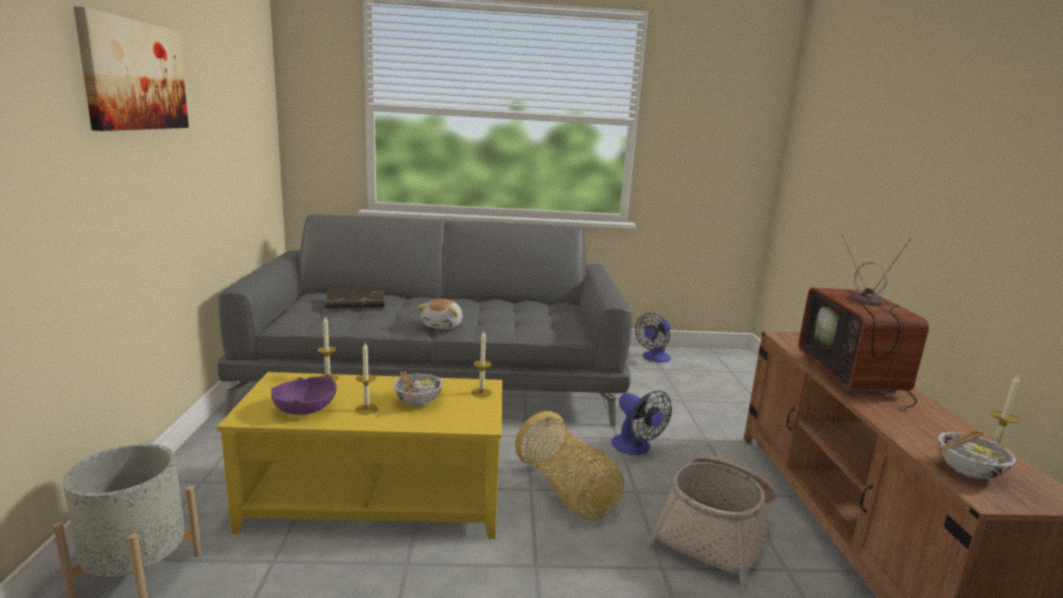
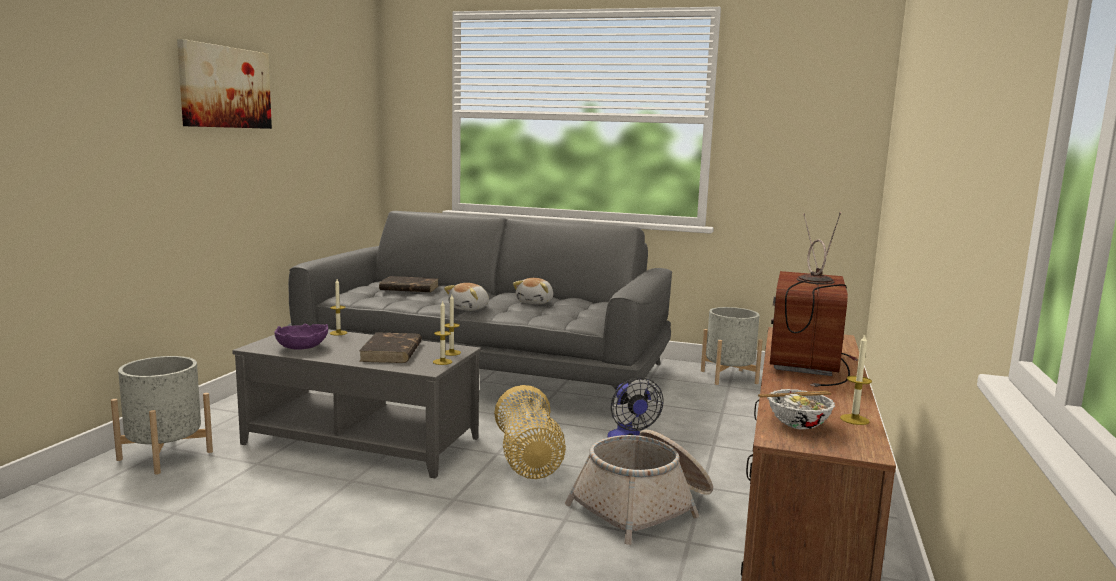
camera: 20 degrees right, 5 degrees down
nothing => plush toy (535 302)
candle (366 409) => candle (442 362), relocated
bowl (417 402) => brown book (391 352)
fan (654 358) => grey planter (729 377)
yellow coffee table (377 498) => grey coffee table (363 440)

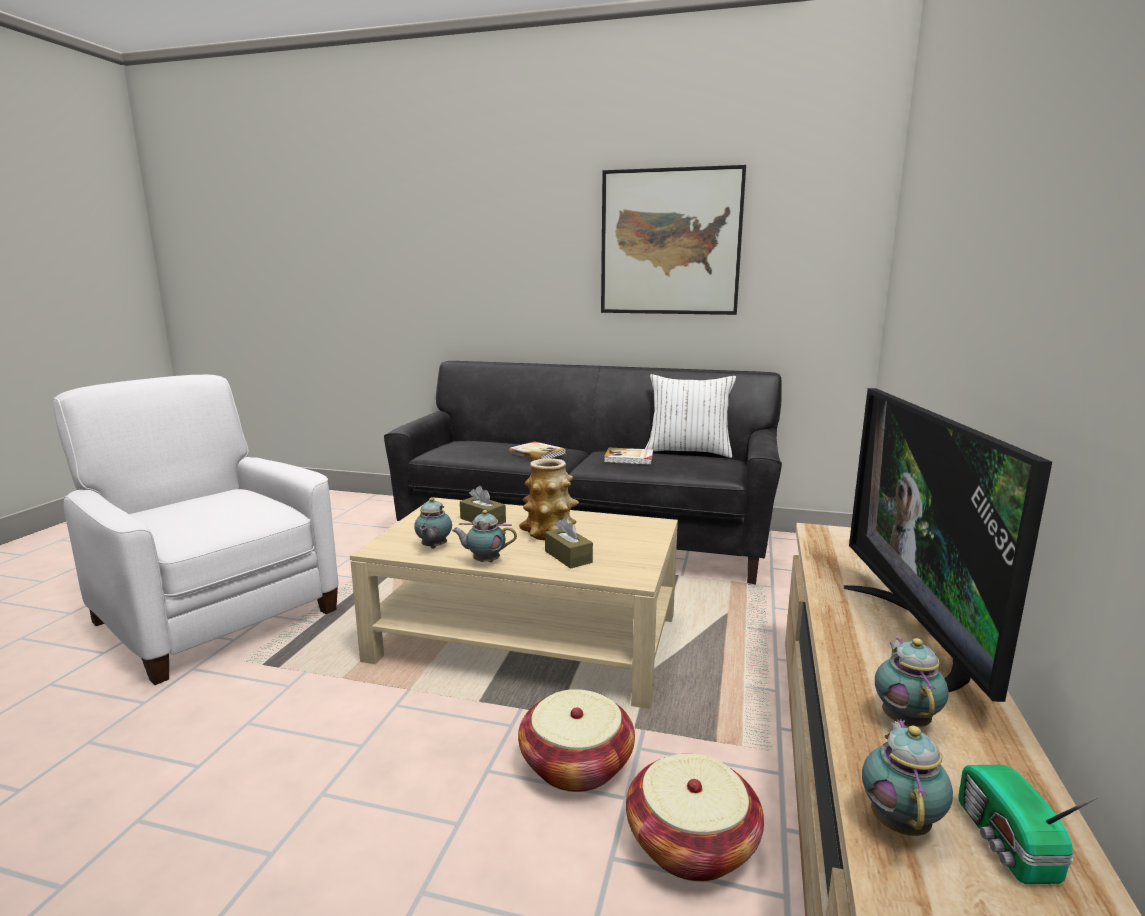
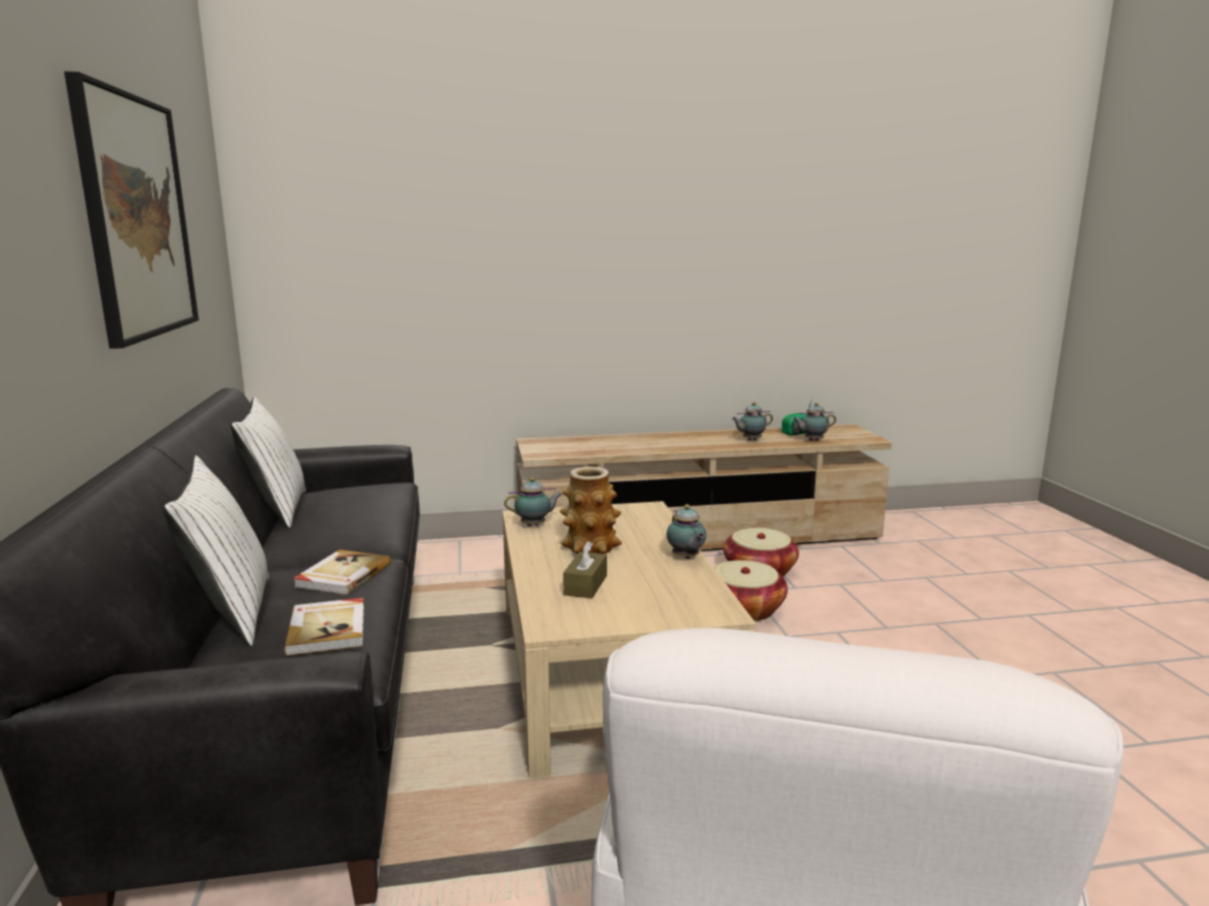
camera: 115 degrees left, 0 degrees up
brown tissue box (568 557) => nothing
television (919 635) => nothing
nothing => white pillow (231 613)
teapot (433 547) => teapot (535 525), relocated
book (629 458) => book (328 629), relocated

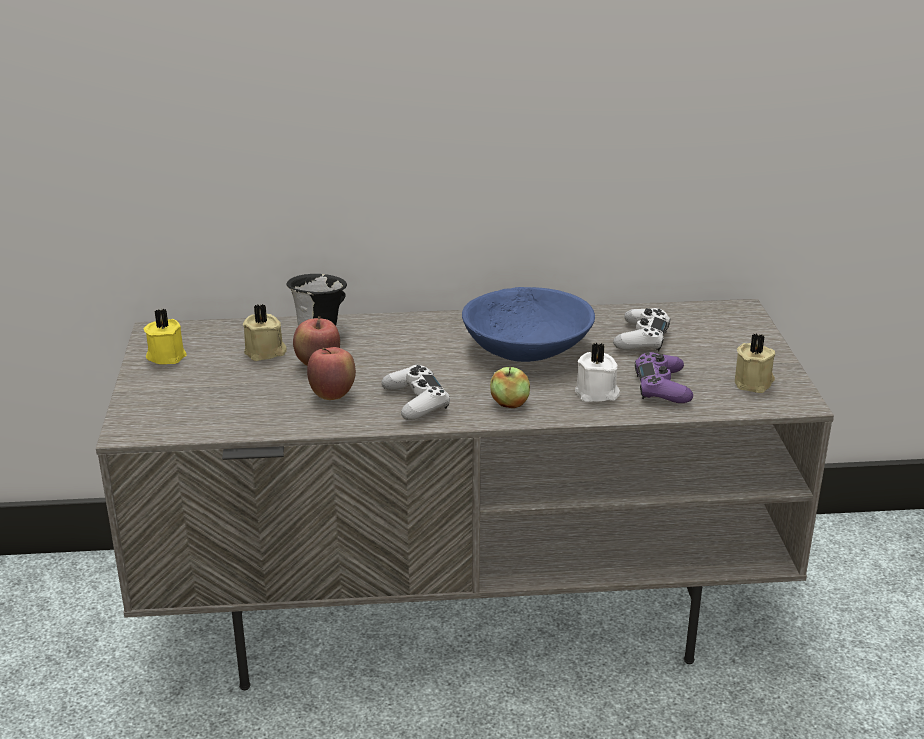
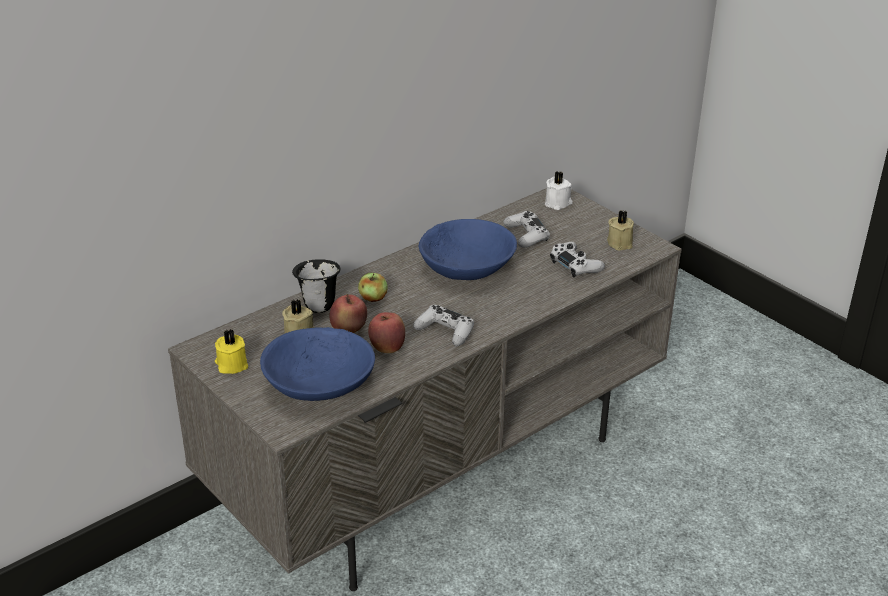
camera: 35 degrees left, 5 degrees up
nothing => blue bowl (319 384)
apple (509 403) => apple (373 298), relocated
white candle (597 393) => white candle (558 203), relocated
purple game controller (662 387) => white game controller (575 265)

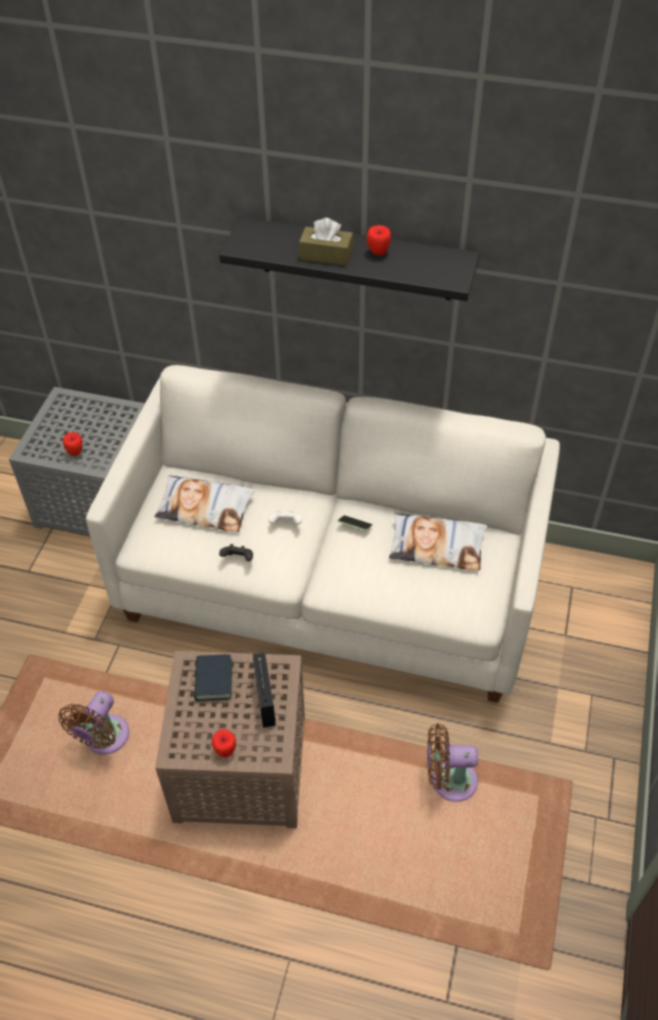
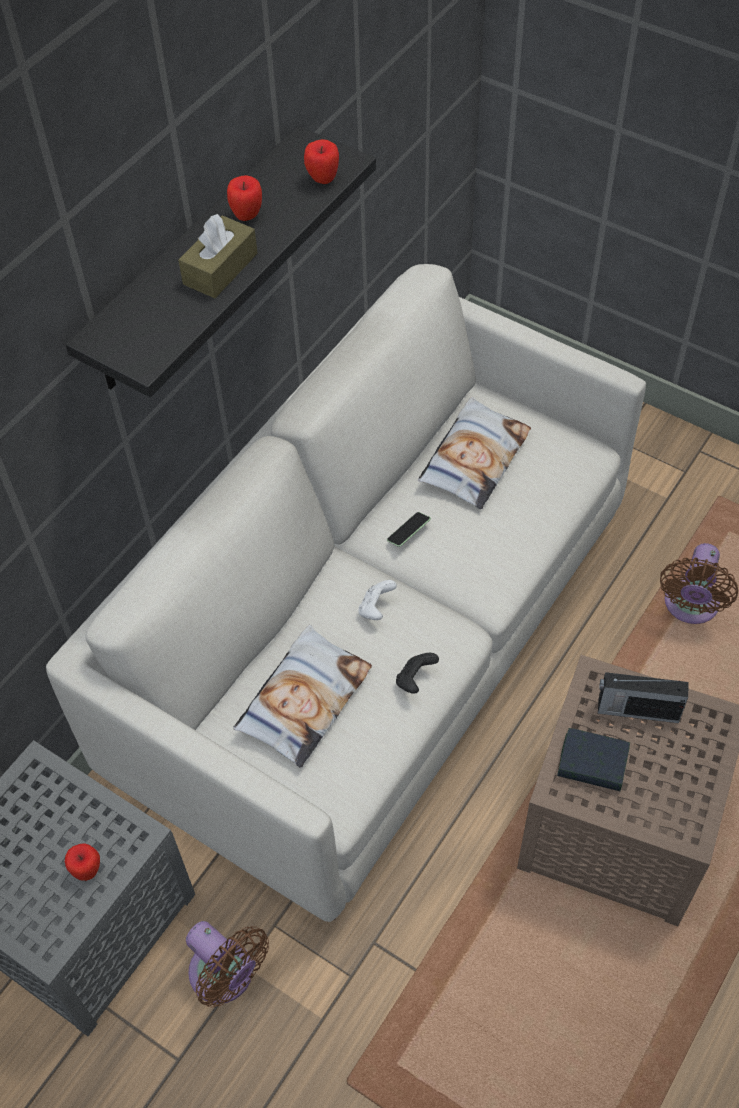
camera: 70 degrees left, 5 degrees up
brown fan (104 739) => brown fan (226 976), relocated
apple (225 751) => apple (323 180), relocated

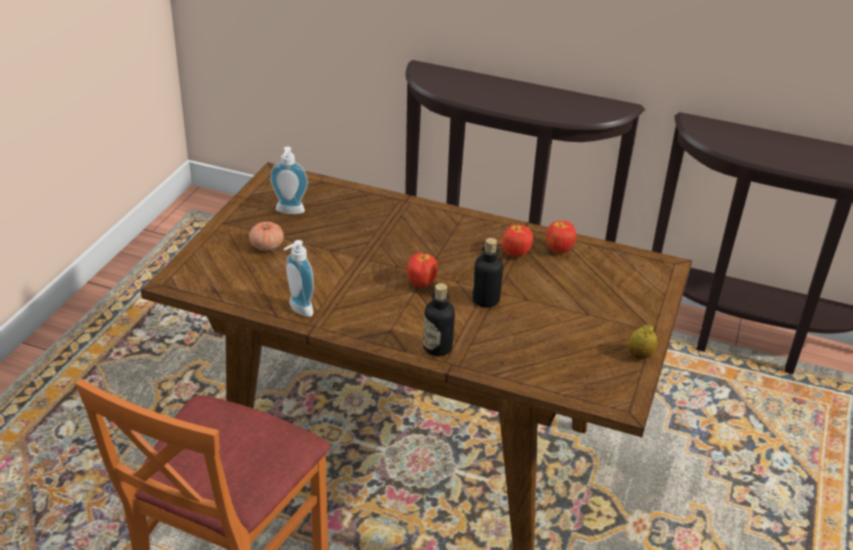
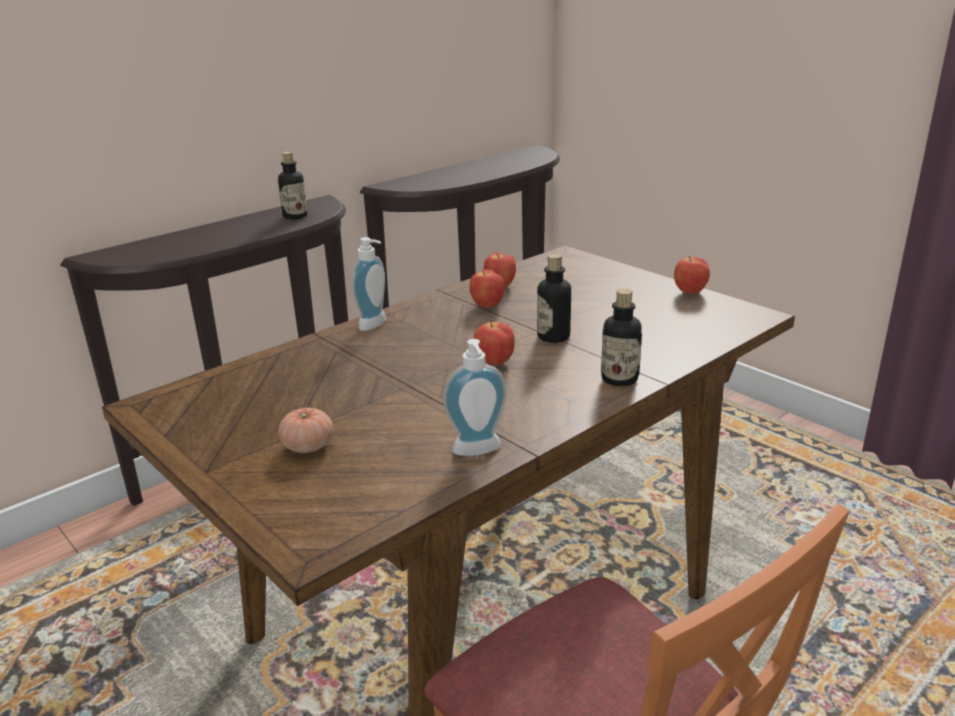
camera: 60 degrees left, 10 degrees down
nothing => bottle (295 216)
soap dispenser (289 212) => soap dispenser (376 325), relocated
lemon (640 355) => apple (689 293)

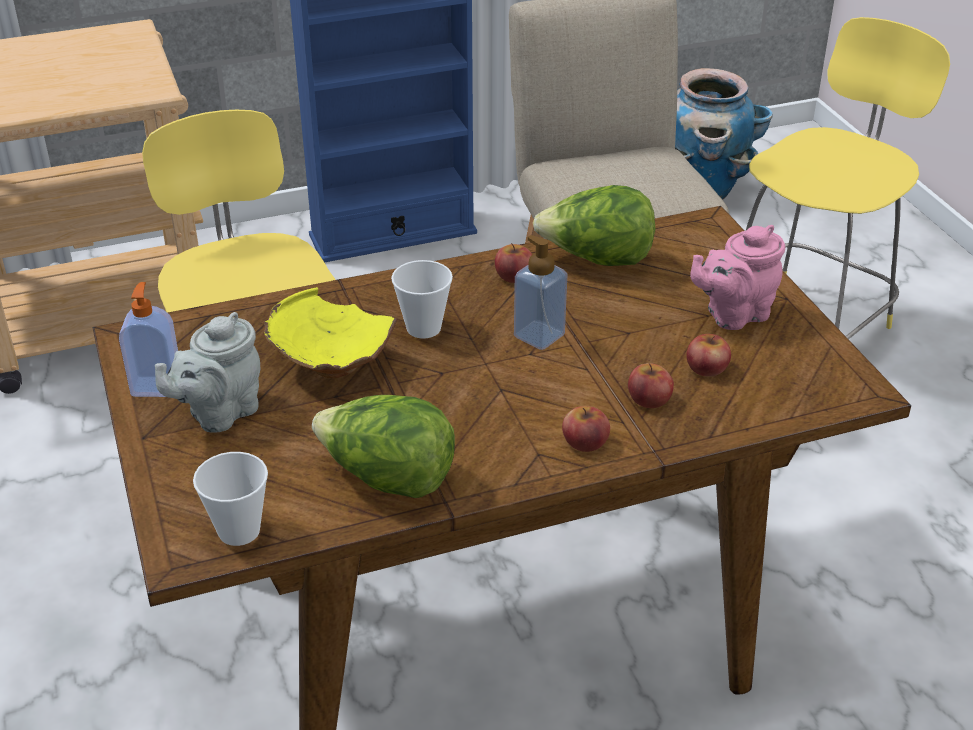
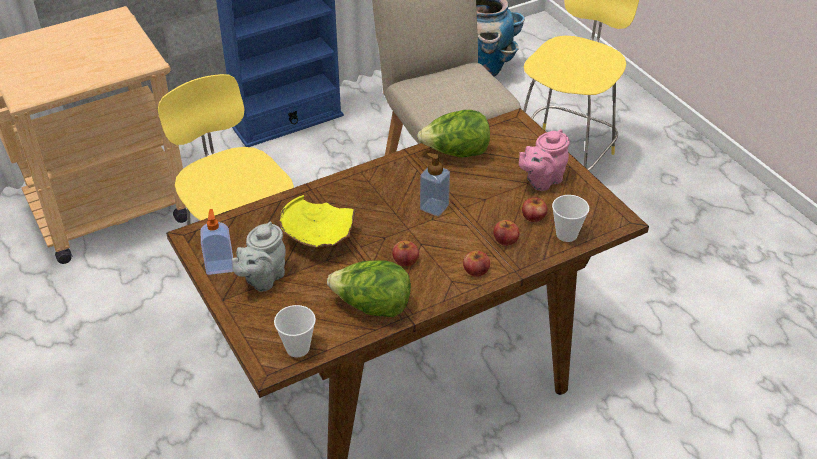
camera: 10 degrees left, 5 degrees up
cup (423 328) => cup (566 234), relocated
apple (514 275) => apple (405 260), relocated

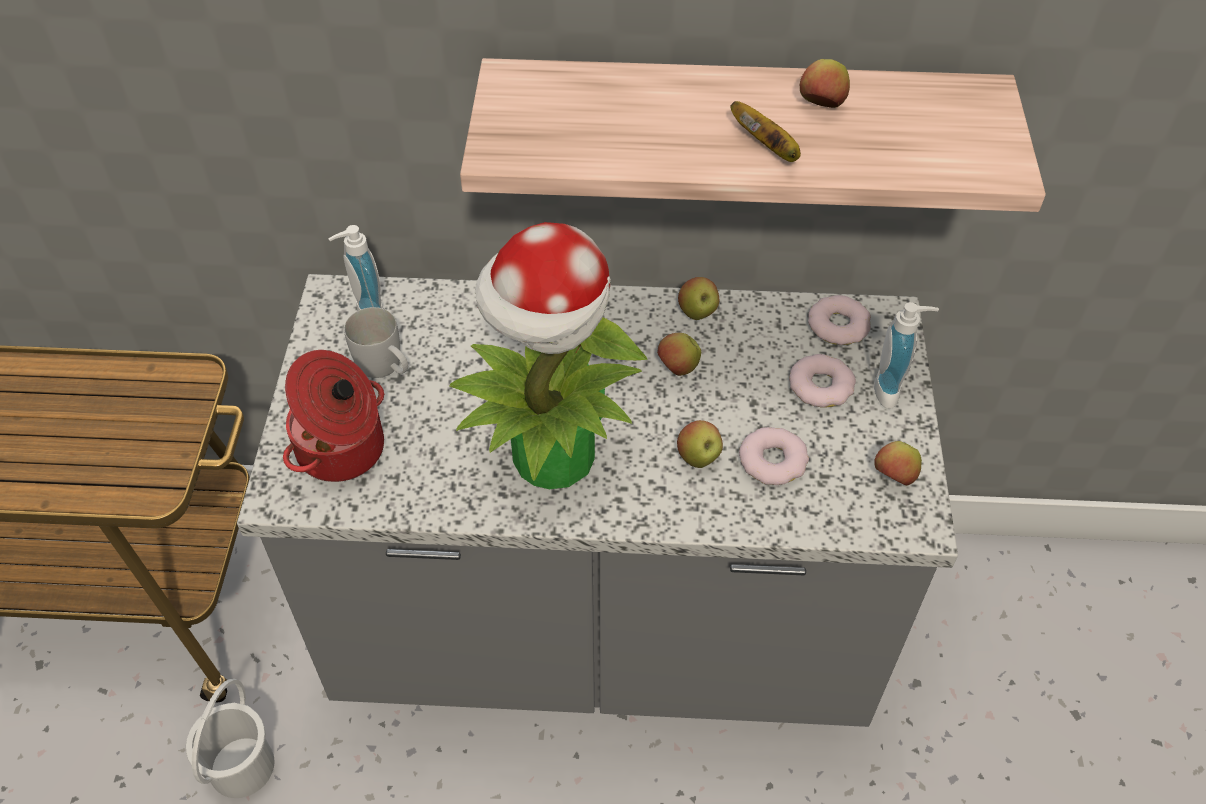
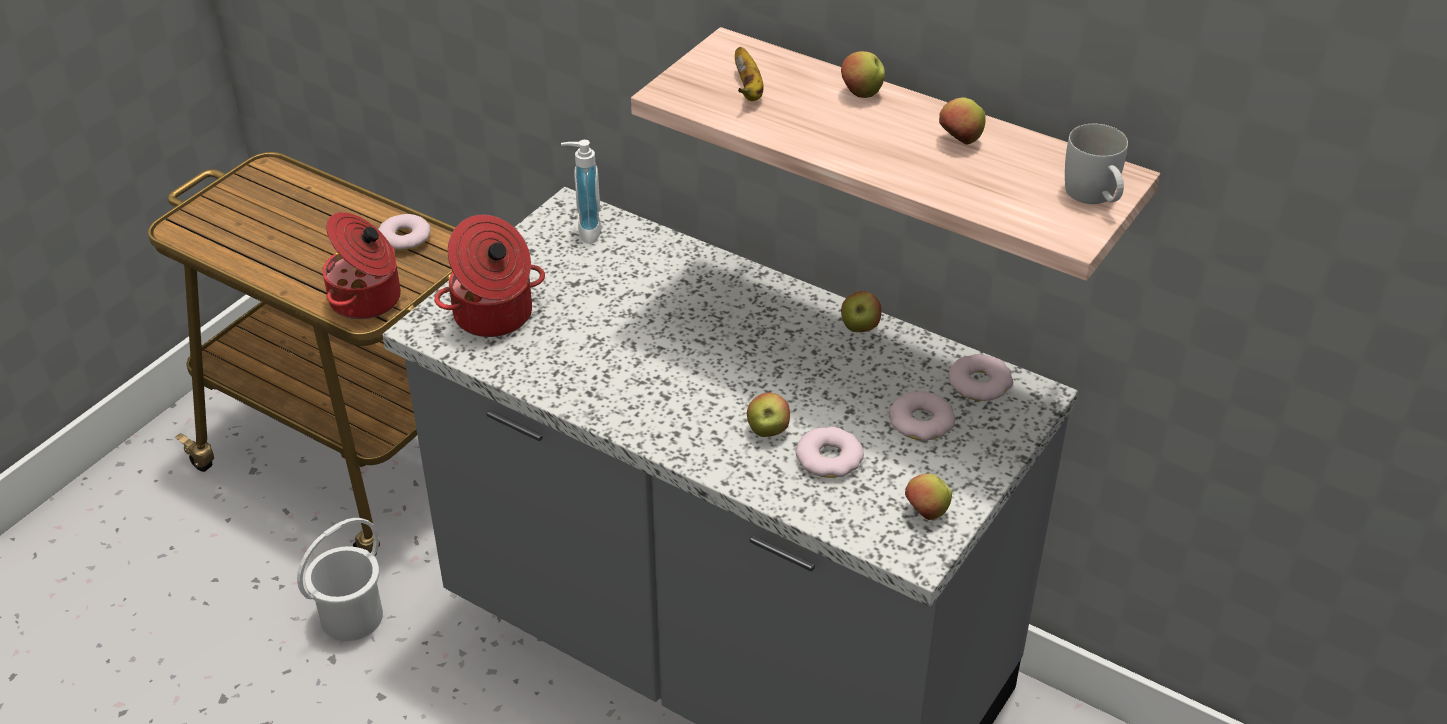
camera: 30 degrees right, 10 degrees down
potted plant (553 458) => nothing
soap dispenser (892 390) => nothing
nothing => cooking pot (367 299)
nothing => donut (404 237)
white mug (385 367) => white mug (1094 197), relocated
apple (678 368) => apple (861 94), relocated
banana (768 148) => banana (748 90), relocated

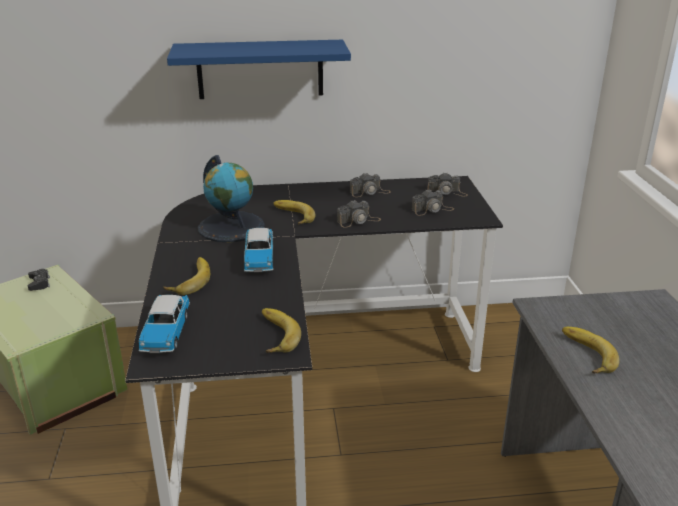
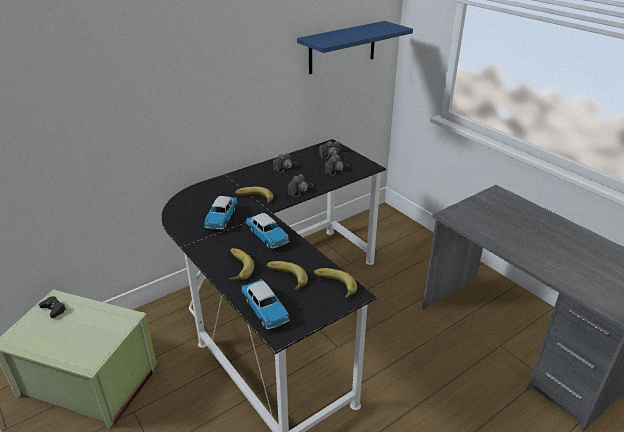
camera: 30 degrees left, 5 degrees up
blue shelf (260 69) => blue shelf (342 47), relocated
banana (584 354) => banana (285 278), relocated
globe (231 227) => toy car (221 218)

